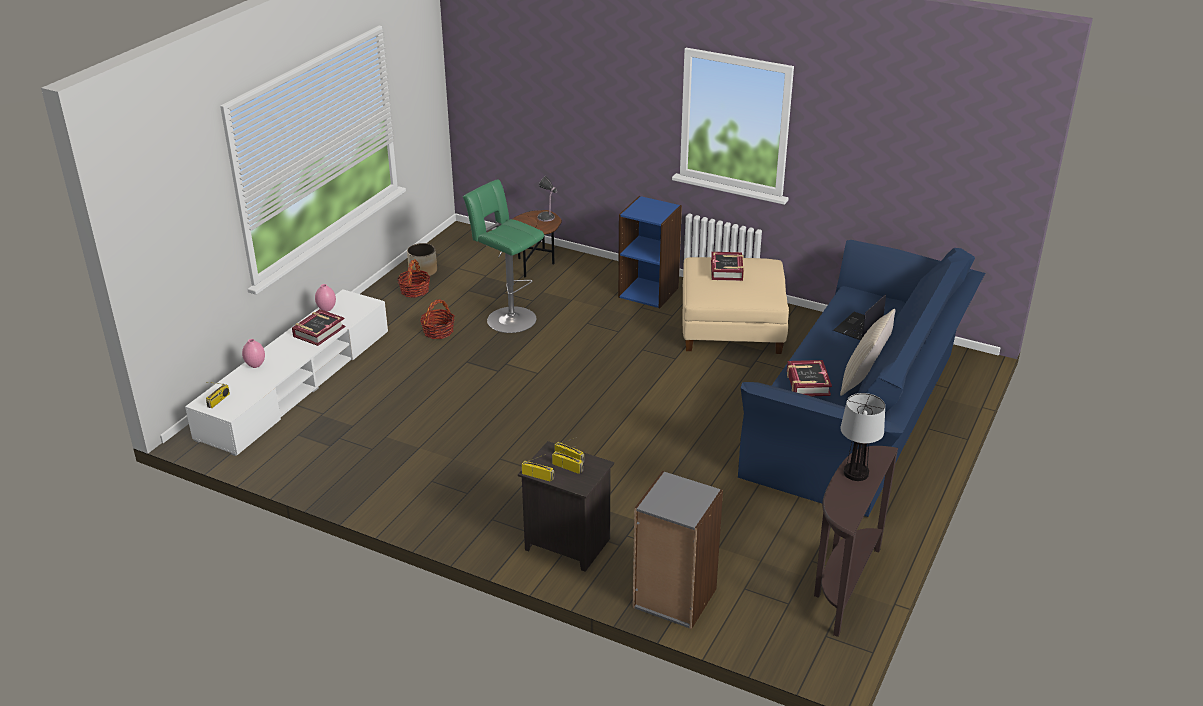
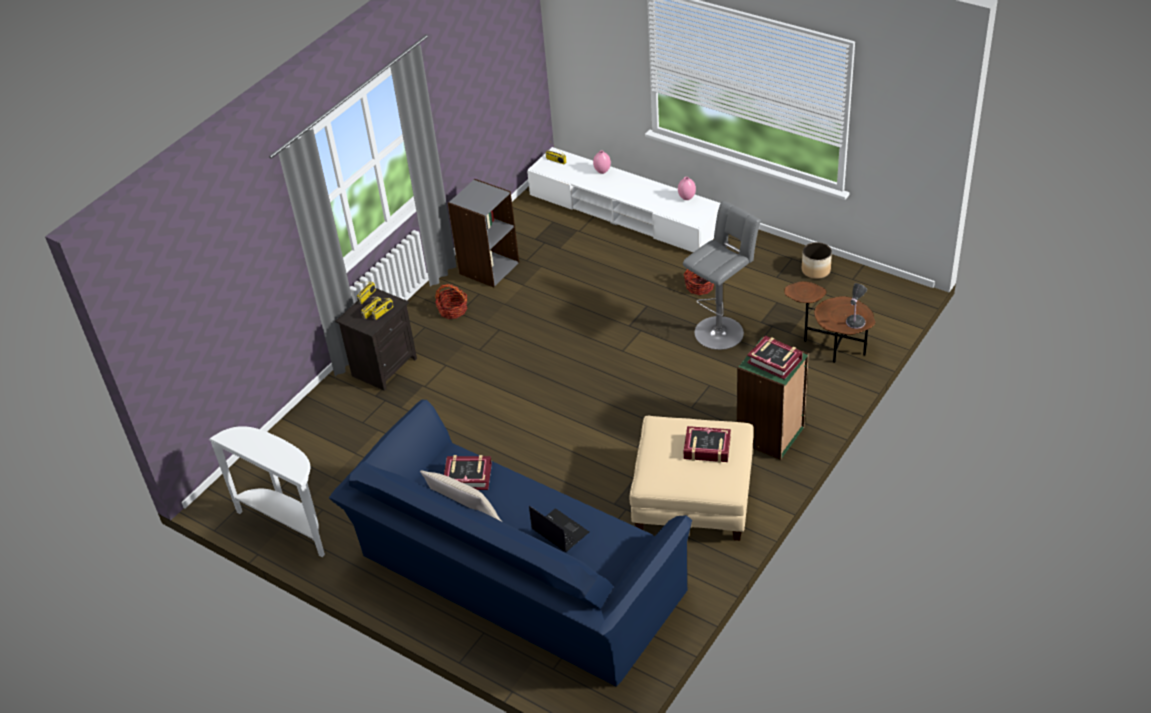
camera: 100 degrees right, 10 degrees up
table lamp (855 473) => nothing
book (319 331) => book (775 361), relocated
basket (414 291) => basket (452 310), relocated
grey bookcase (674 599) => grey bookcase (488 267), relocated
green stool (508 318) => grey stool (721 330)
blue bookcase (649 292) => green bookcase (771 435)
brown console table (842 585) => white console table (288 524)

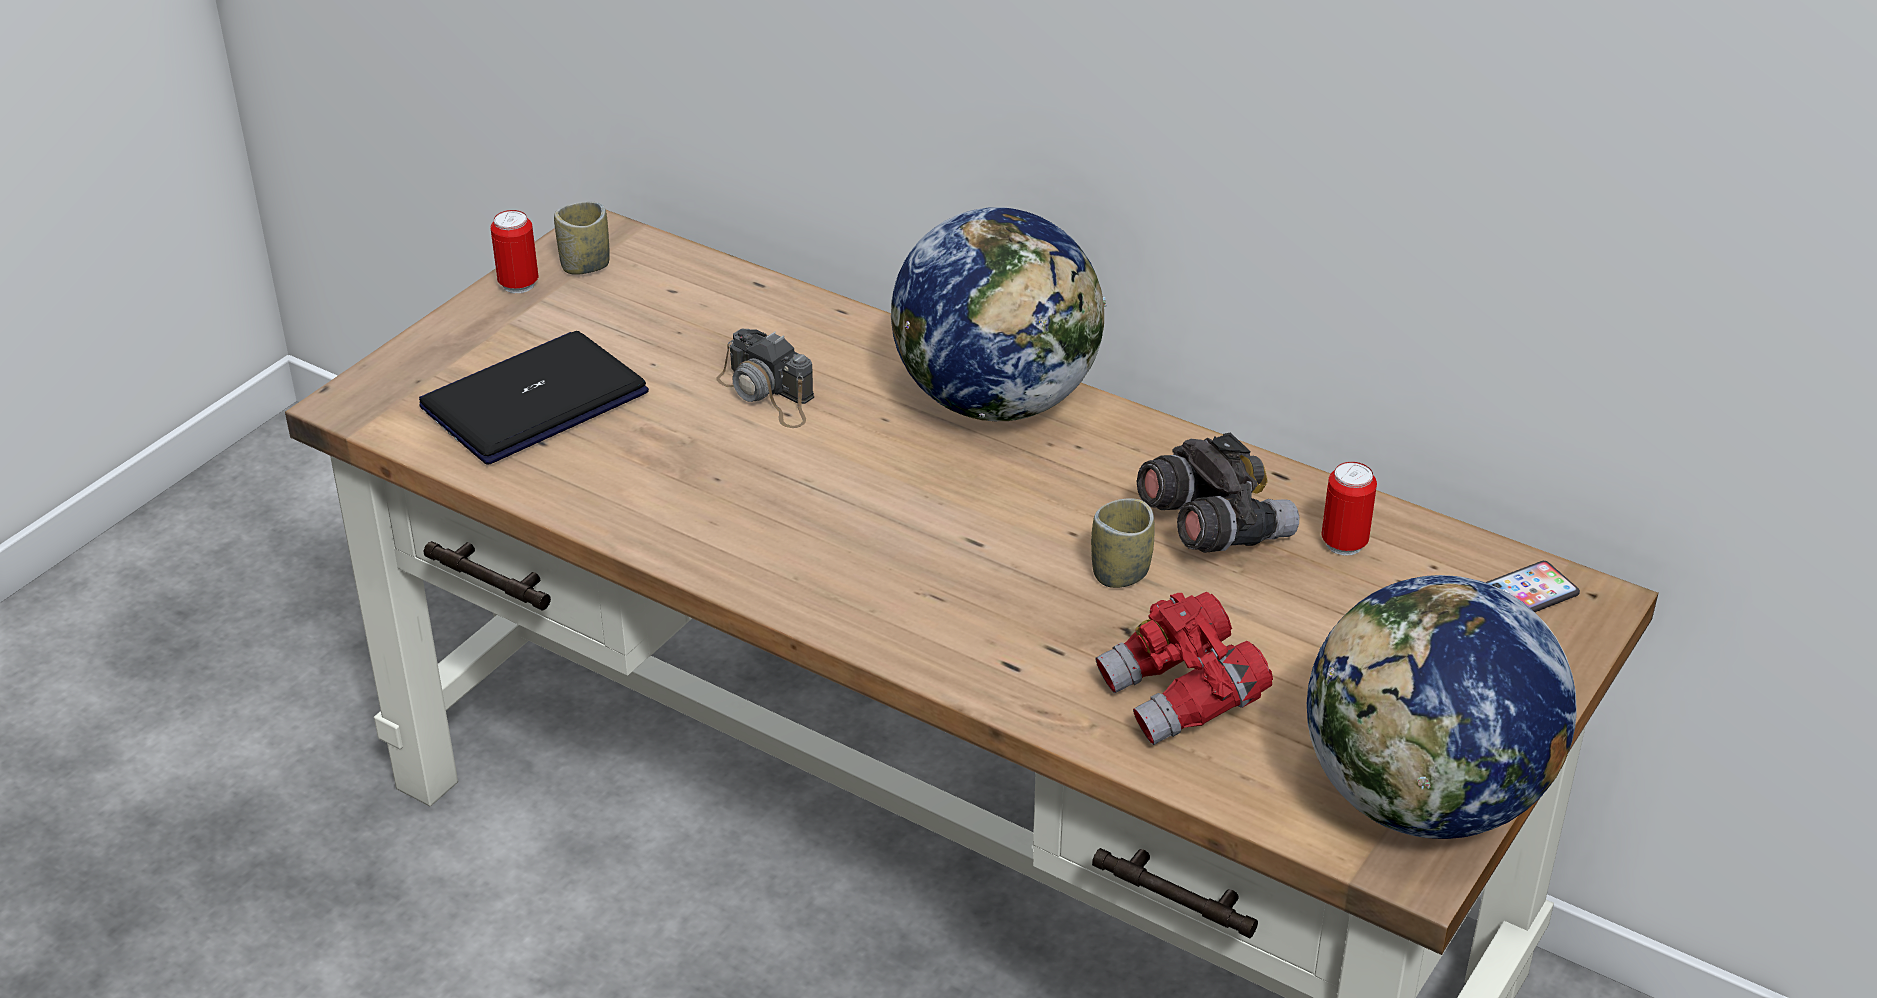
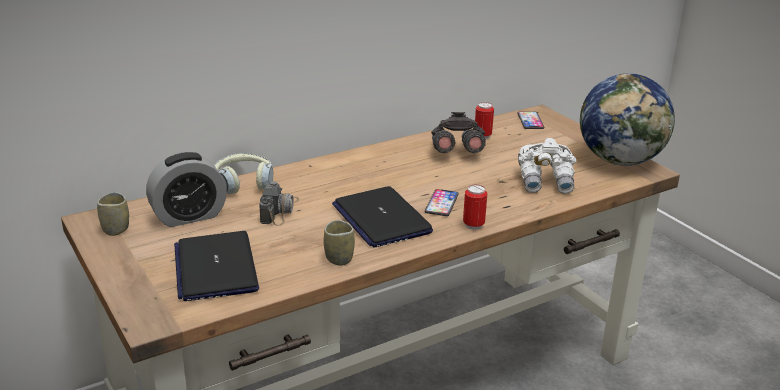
camera: 65 degrees left, 10 degrees down
globe (997 400) => nothing
nothing => alarm clock (189 216)
nothing => headphones (243 182)
nothing => laptop (381 218)
nothing => phone (441 203)
can (518 284) => can (473 225), relocated
cup (1120 573) => cup (339 259), relocated
red binoculars (1182 698) => white binoculars (546 182)
photo camera (768 394) => photo camera (280 210), 60 degrees counterclockwise

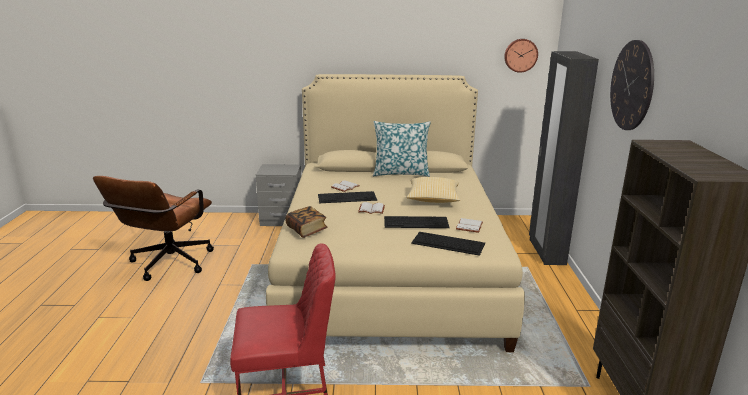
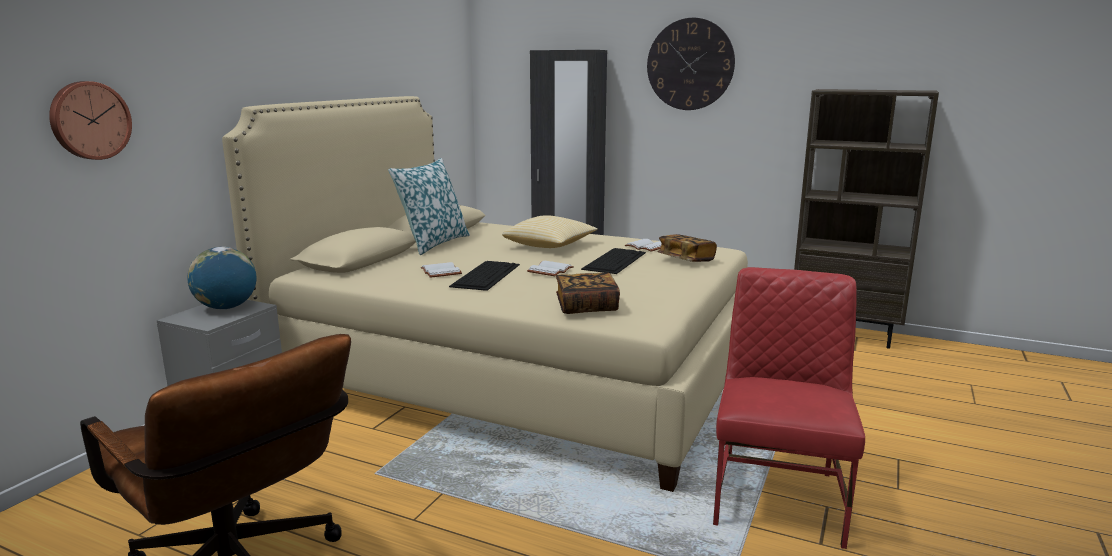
camera: 65 degrees left, 5 degrees down
nothing => globe (226 307)
wall clock (520 55) => wall clock (89 120), relocated
keyboard (447 243) => book (686 260)

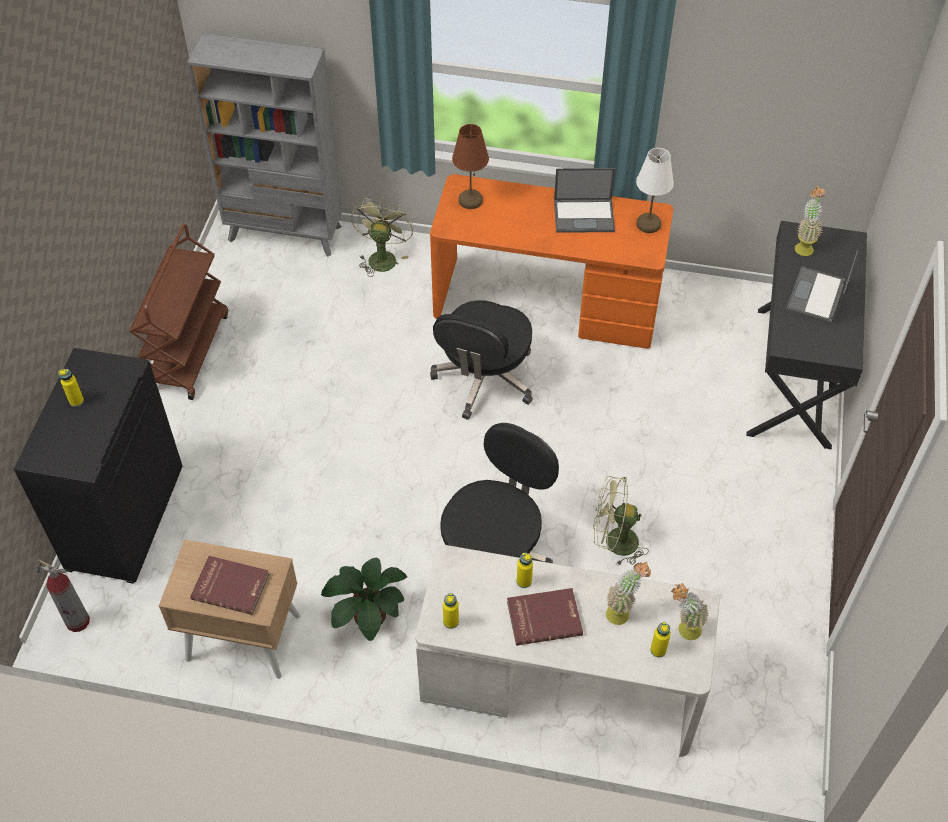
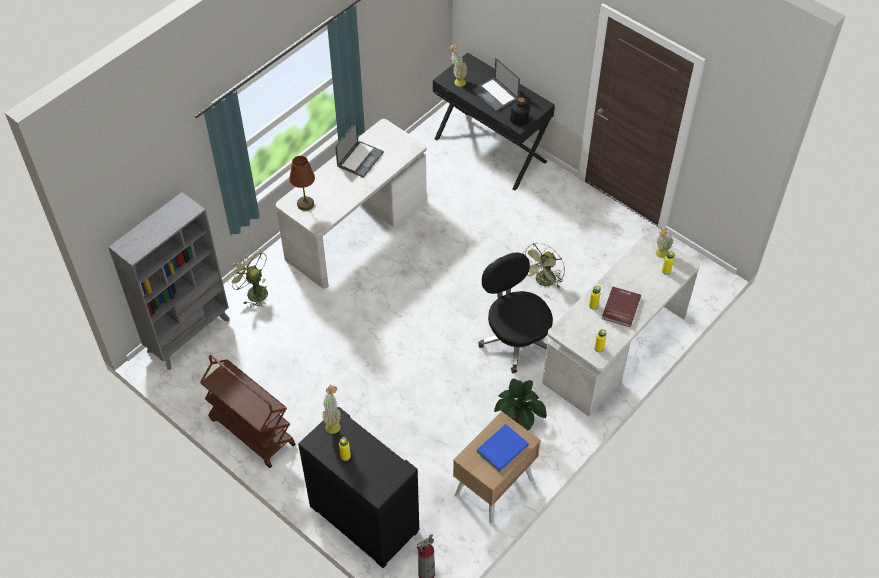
camera: 60 degrees left, 0 degrees up
black office chair (484 379) => nothing
white table lamp (648 224) => nothing
nothing => bottle (519 119)
potted plant (622 612) => potted plant (333 423), relocated
red book (231 585) => blue book (501 448)
orange desk (547 302) => white desk (356 228)

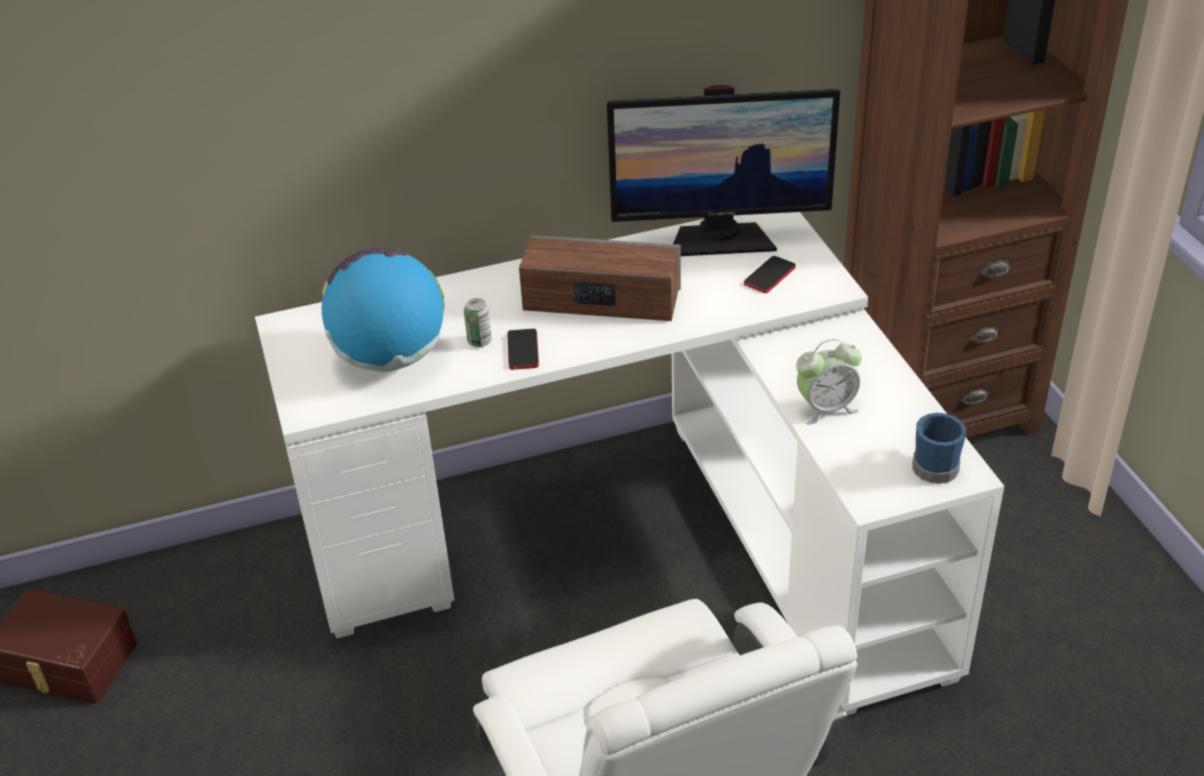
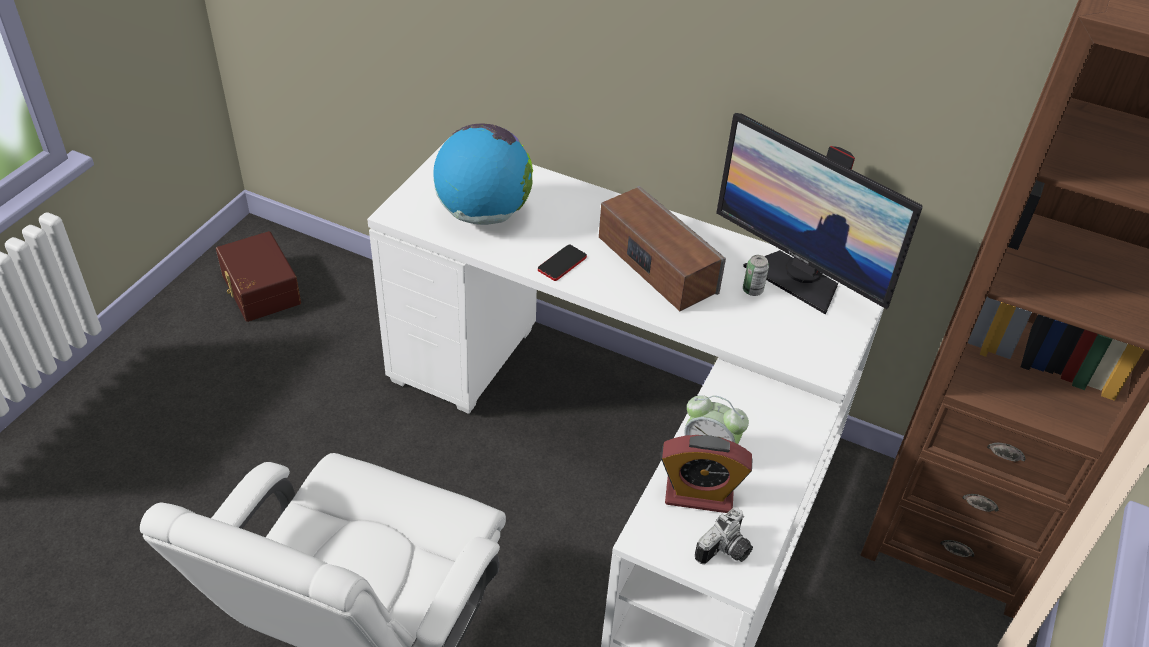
camera: 40 degrees right, 5 degrees up
phone (769 275) => nothing
nothing => alarm clock (699 495)
can (479 341) => can (752 290), relocated
blue mug (934 464) => photo camera (726 552)

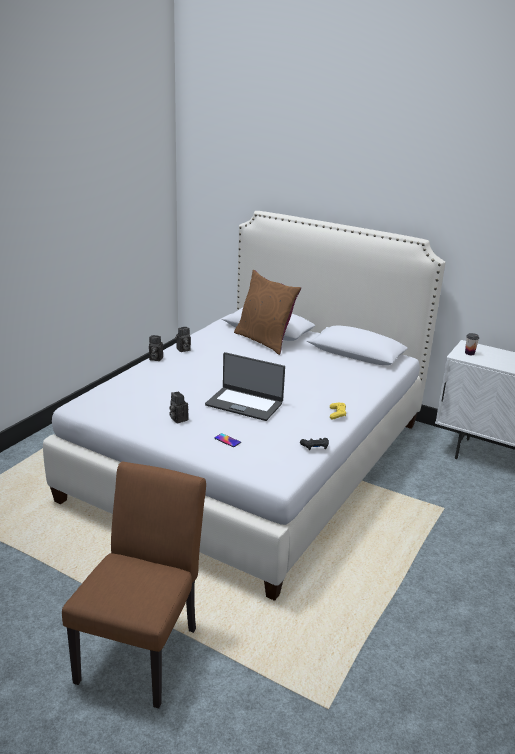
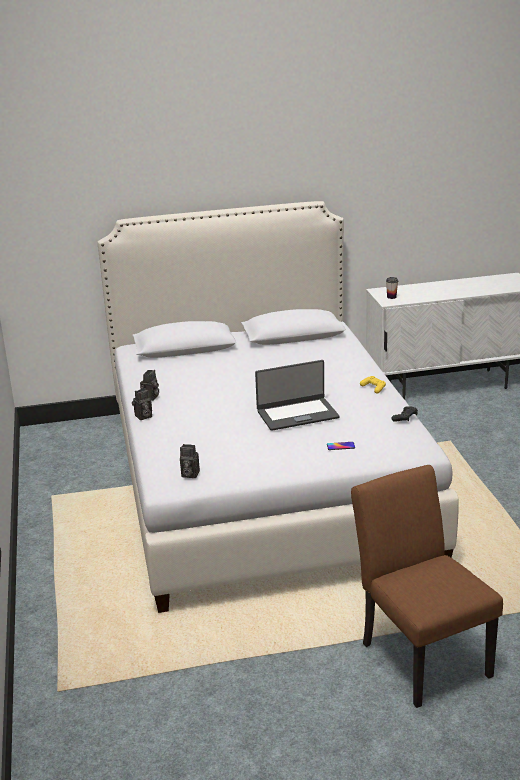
camera: 40 degrees left, 0 degrees up
brown pillow (264 341) => nothing
photo camera (178 419) => photo camera (189 474), relocated

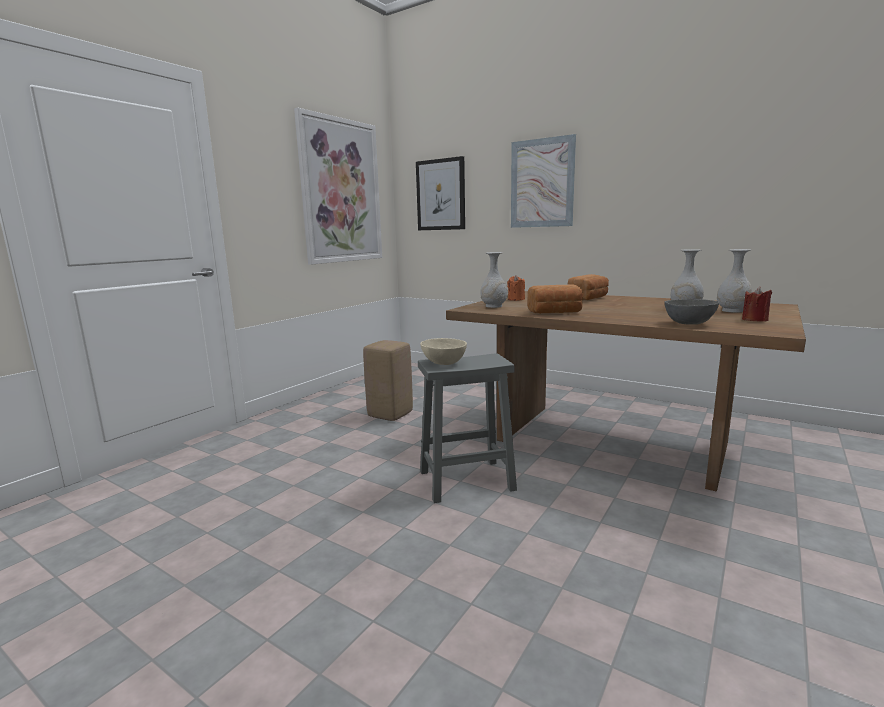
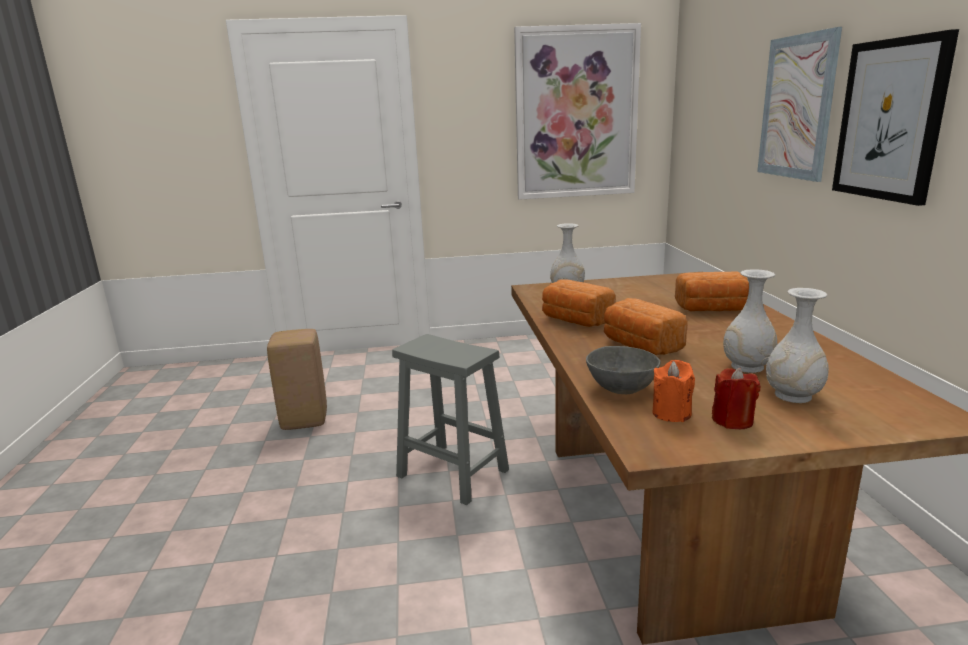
camera: 50 degrees right, 5 degrees up
beige bowl (443 363) => nothing
nothing => bread (640 346)
beige stool (390 414) => beige stool (305 420), relocated
picture (441 195) => picture (890 120), relocated
orange candle (516 299) => orange candle (671 413), relocated

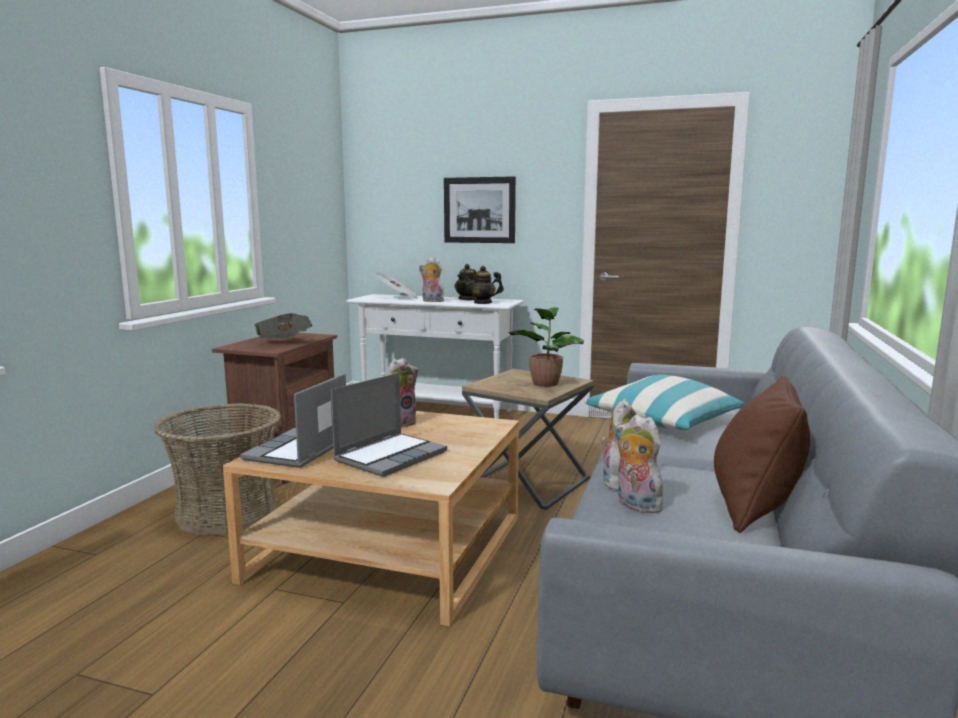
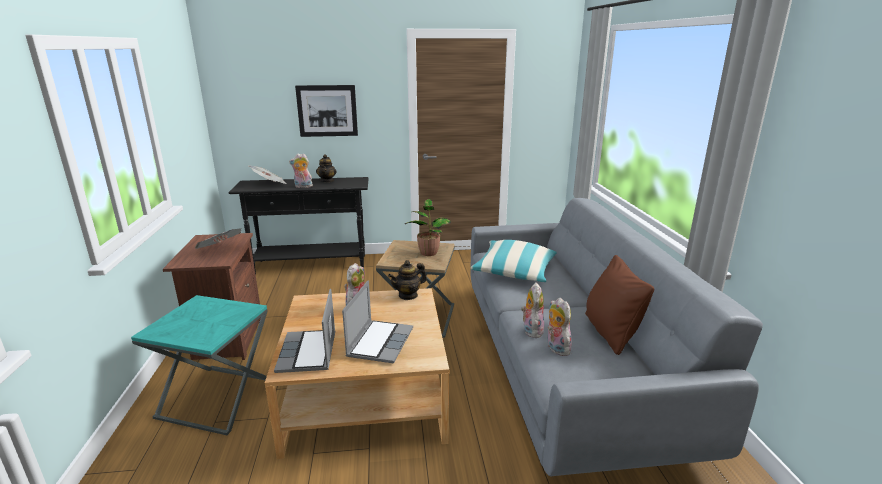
camera: 25 degrees left, 10 degrees up
teapot (483 302) => teapot (408 295), relocated
basket (226 513) => turquoise side table (218 399)
white console table (437 411) => black console table (311 265)
plush toy (635 505) => plush toy (555 348), 45 degrees clockwise

